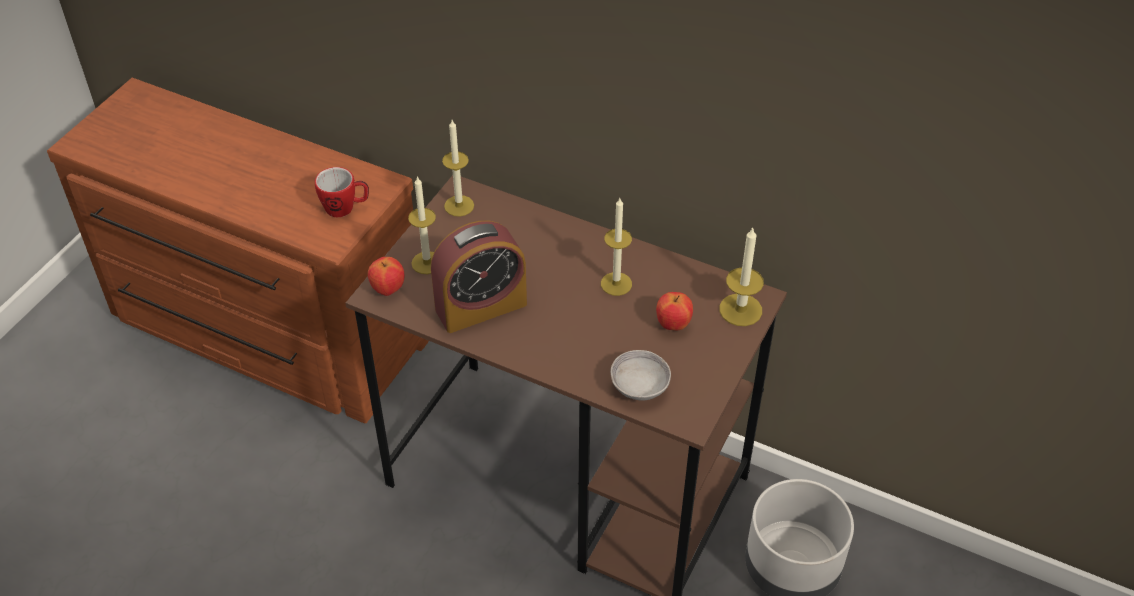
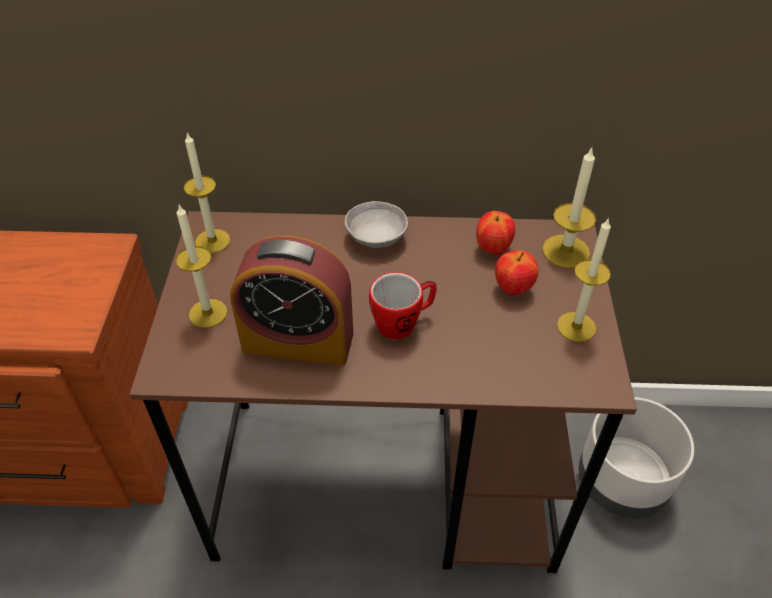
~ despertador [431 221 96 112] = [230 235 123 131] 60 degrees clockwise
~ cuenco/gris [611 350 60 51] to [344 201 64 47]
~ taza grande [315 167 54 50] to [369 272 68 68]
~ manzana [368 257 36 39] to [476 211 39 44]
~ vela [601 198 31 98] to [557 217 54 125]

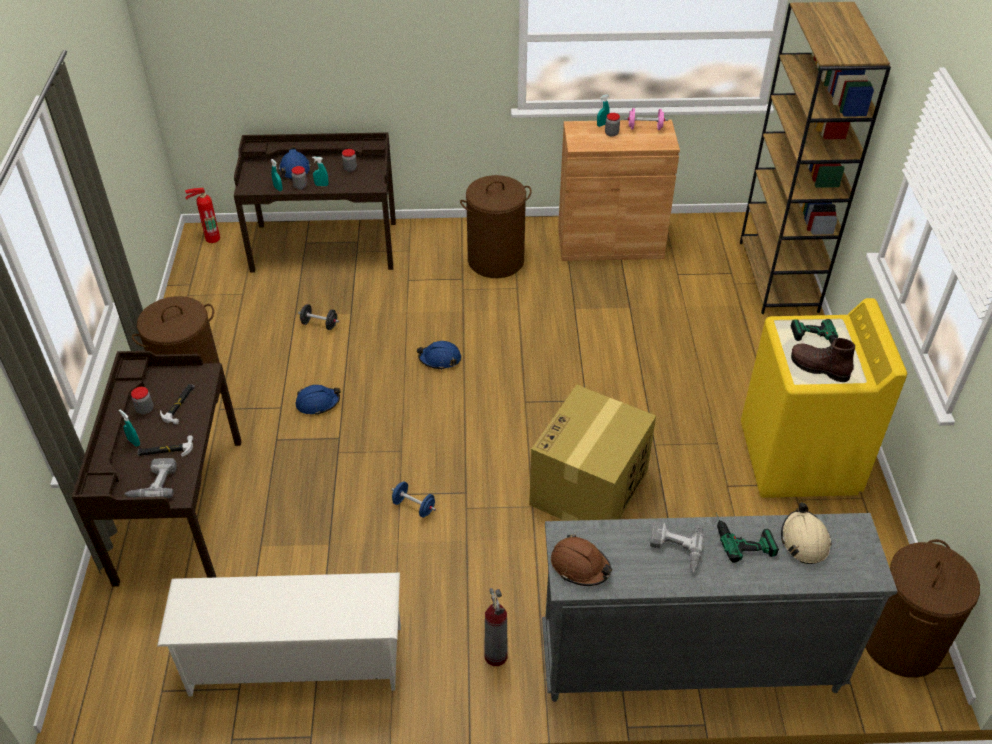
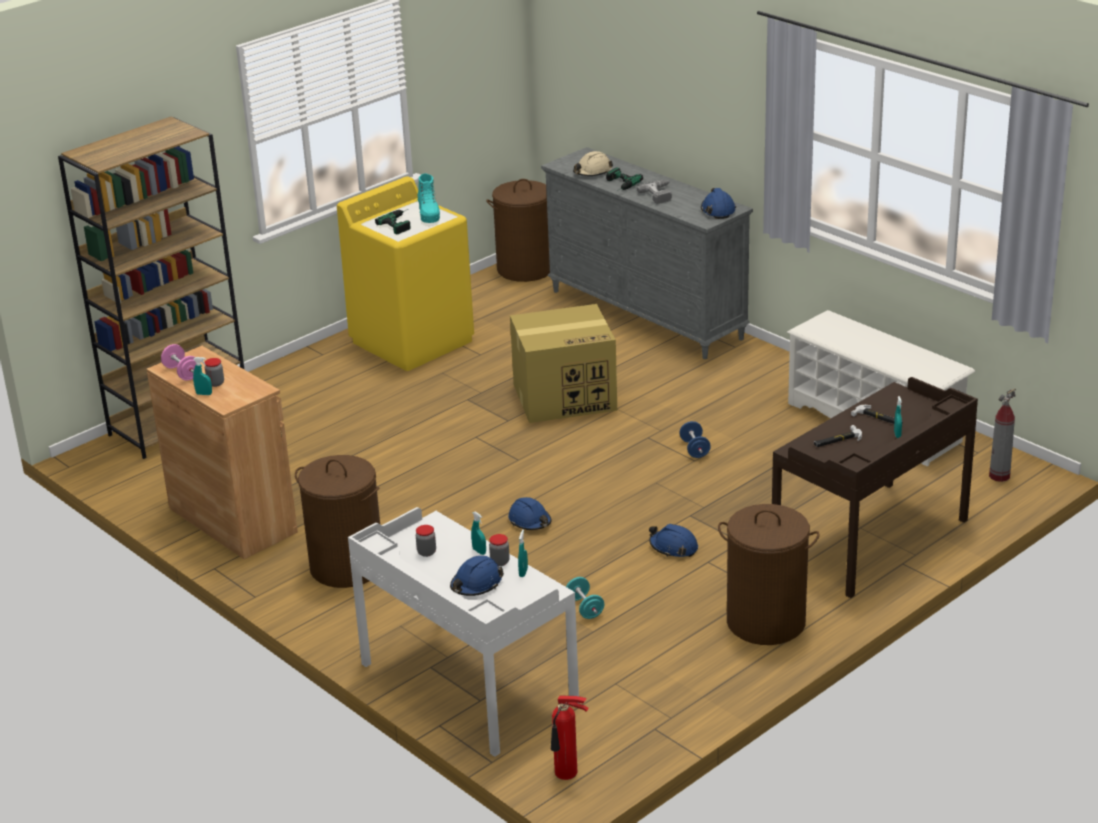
~ escritorio/marrón [234 132 162 141] to escritorio/blanco [348 507 231 250]
~ bota/marrón [791 338 64 44] to bota/turquesa [417 173 23 50]
~ mancuerna/negro [298 304 41 26] to mancuerna/turquesa [566 577 38 42]
~ casco/marrón [551 535 61 51] to casco/azul [701 188 35 31]
~ extintor [484 588 24 78] to [989 389 27 93]
- taladro [125 458 52 40]
- tarro [131 387 22 28]

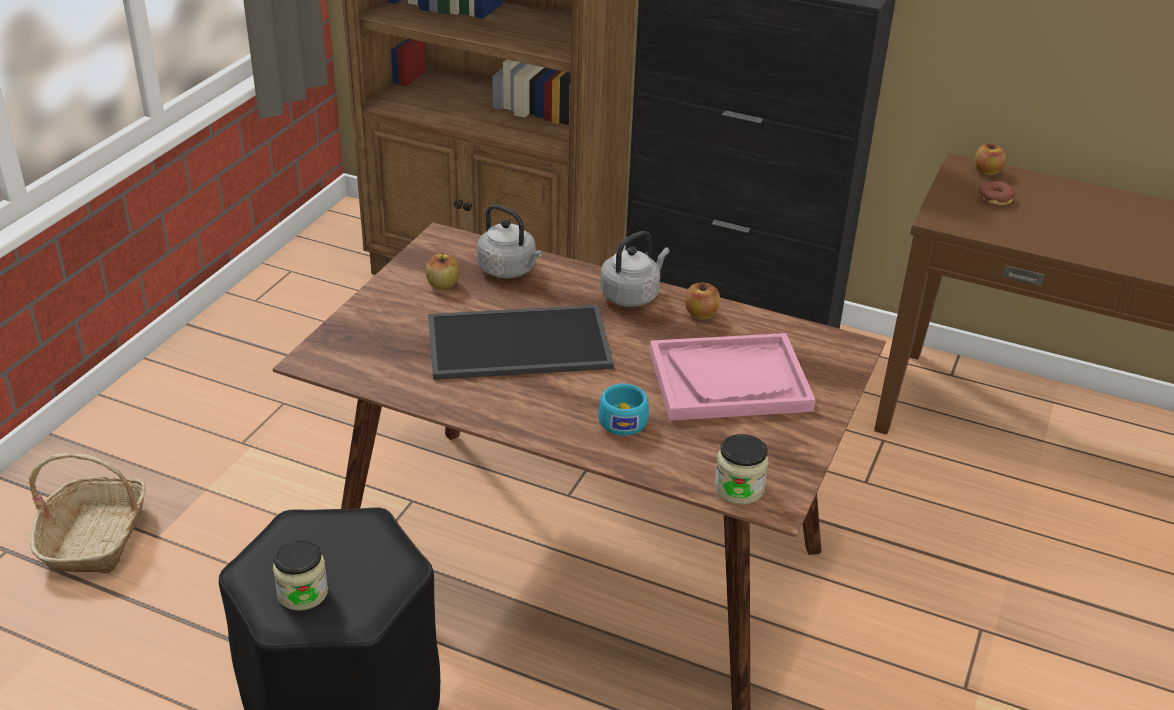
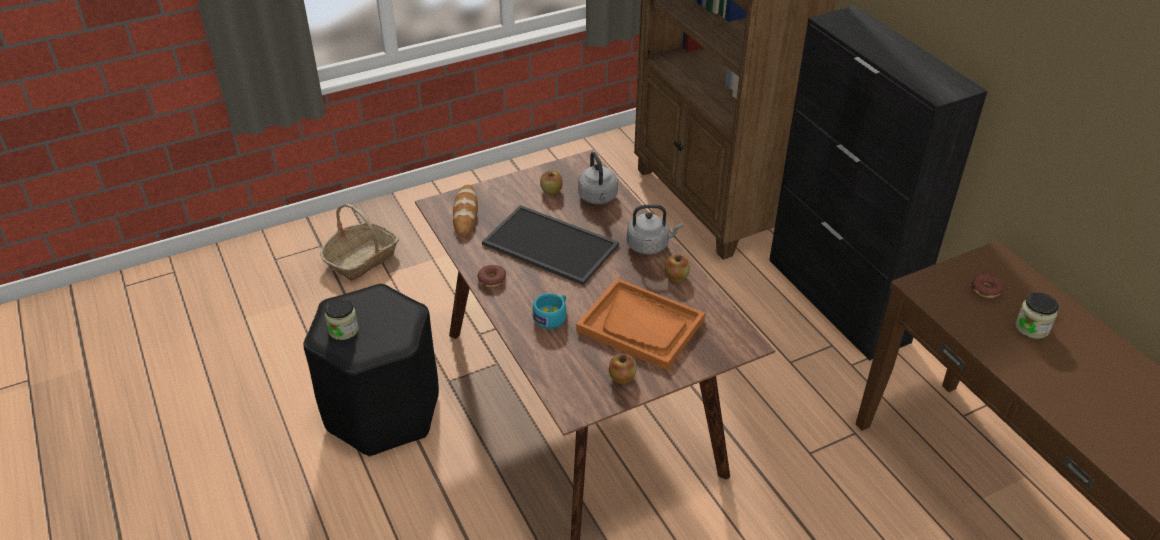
+ pan [453 185 25 53]
+ rosquilla [477 265 29 22]
~ bandeja/rosa [650 333 166 88] to bandeja/naranja [576 278 129 92]
~ manzana [975 143 31 32] to [609 354 28 30]
~ tarro [714 434 54 71] to [1015 292 44 47]

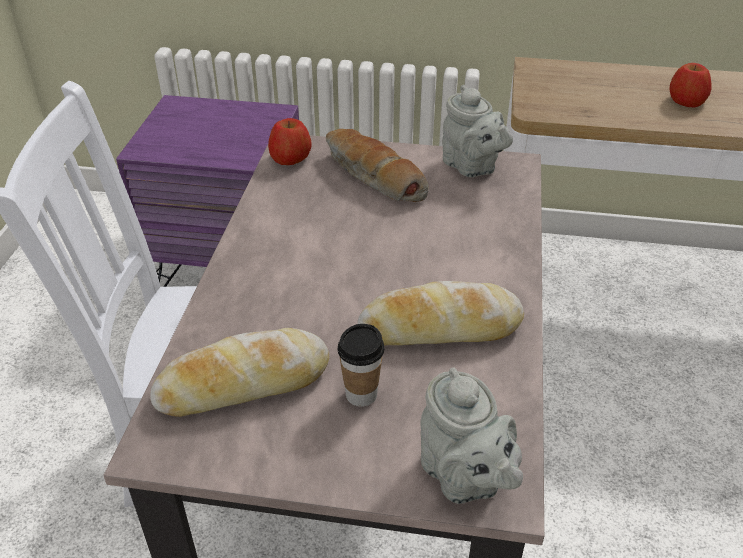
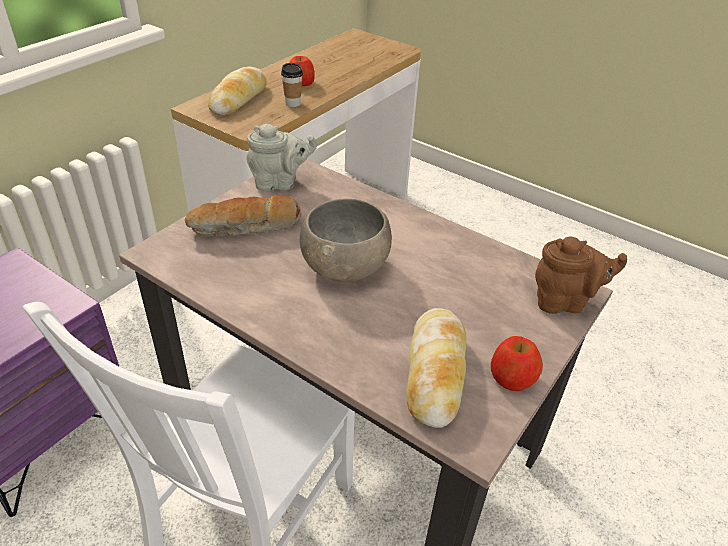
~ pan [357 281 167 64] to [208 67 59 48]
~ taza [338 324 46 83] to [281 63 22 44]
+ cuenco/gris [300 199 92 83]
~ manzana [268 118 44 47] to [491 336 52 55]
~ tetera/gris [420 368 103 136] to tetera/marrón [535 237 92 77]

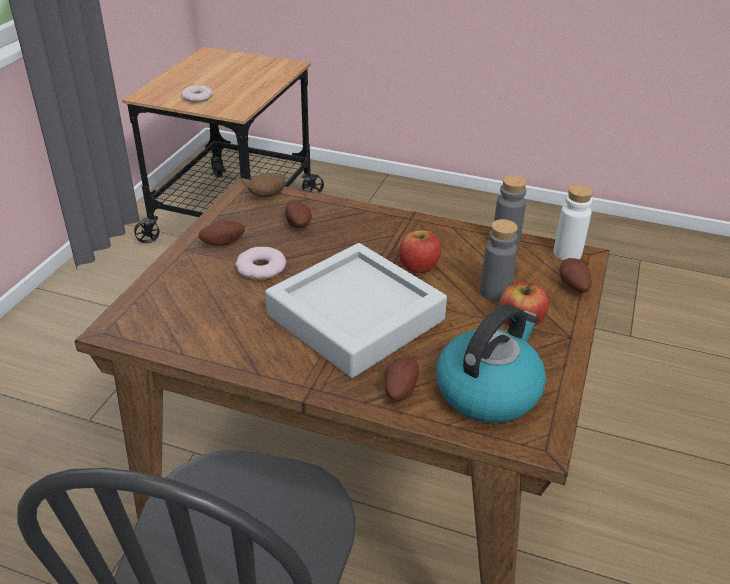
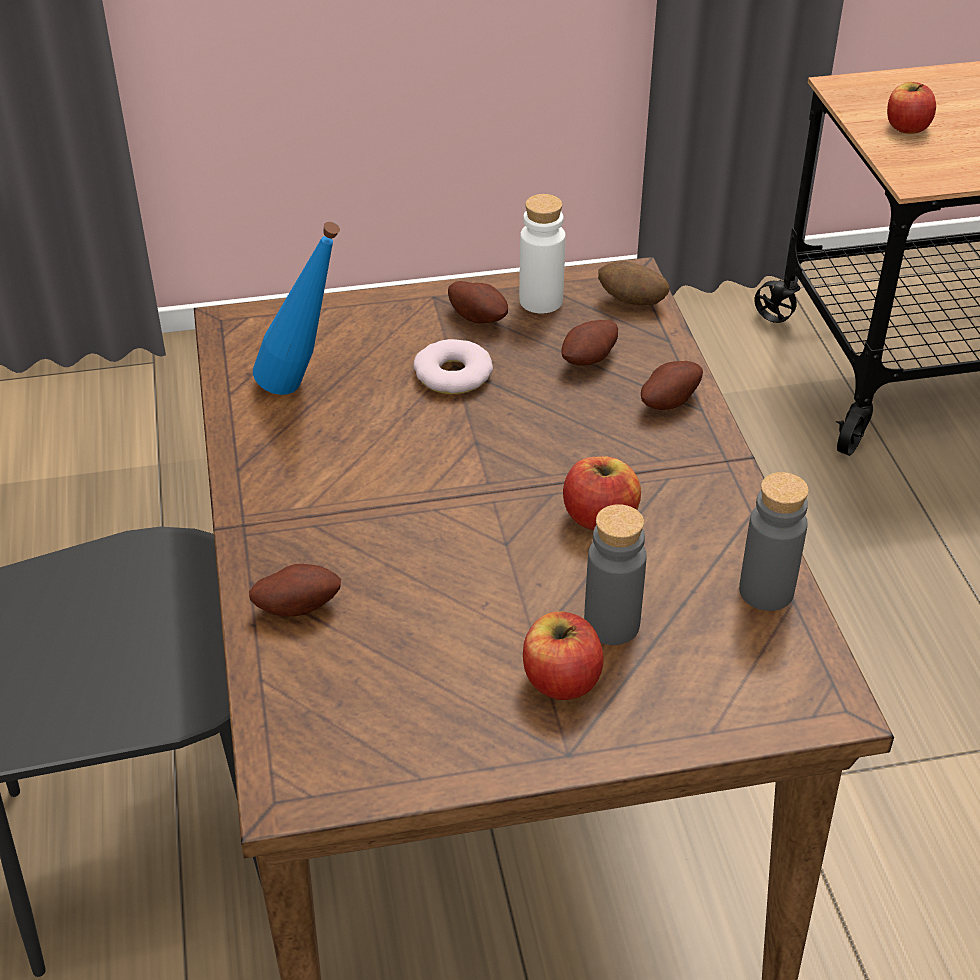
+ botella/azul [253 222 87 173]
~ botella/blanco [553 184 40 76] to [519 194 47 120]
~ patata [559 258 33 35] to [641 361 62 49]
~ rosquilla [181 85 32 18] to manzana [887 82 49 52]
- bandeja/gris [265 243 182 135]
- hervidor [436 304 110 119]

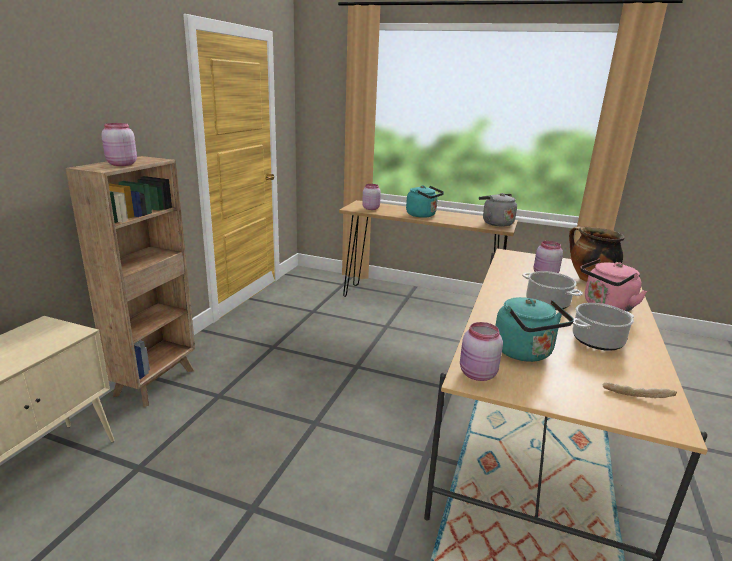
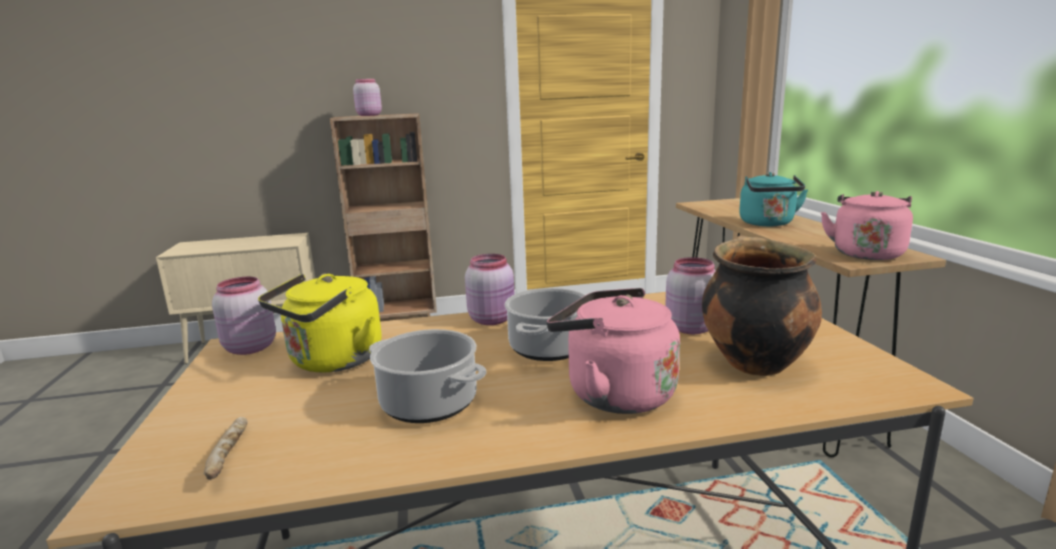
~ hervidor/turquesa [495 297 79 65] to hervidor/amarillo [258 273 124 99]
~ tarro/rosa [362 184 19 26] to [465 254 50 71]
~ hervidor/gris [479 193 38 34] to hervidor/rosa [821 191 92 69]

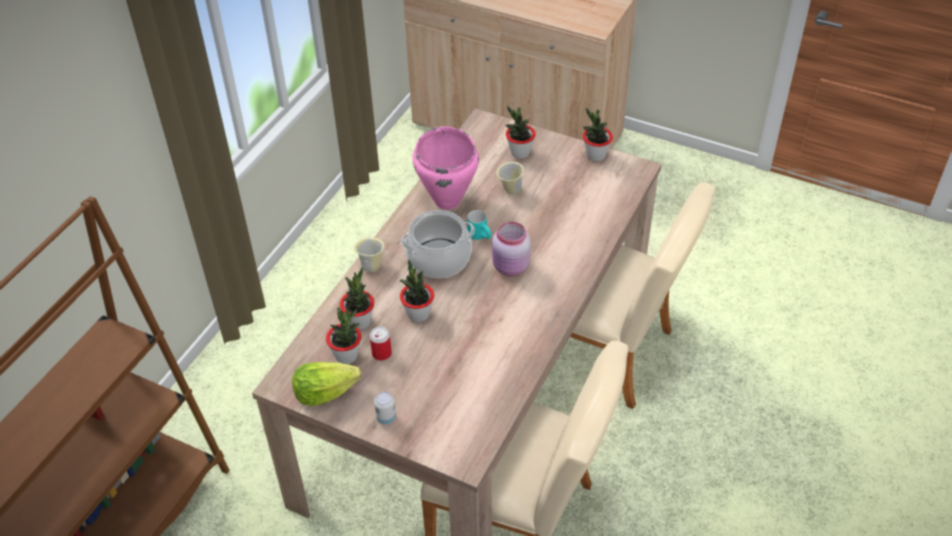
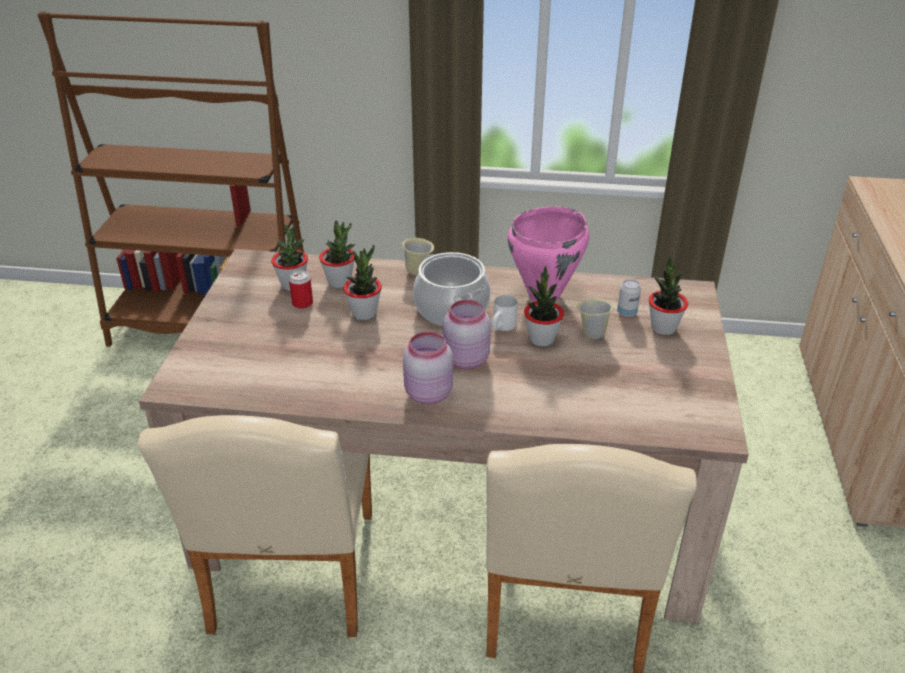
+ tarro/rosa [403 332 50 73]
~ taza grande/turquesa [467 210 24 30] to taza grande/blanco [492 295 26 36]
~ planta en maceta [583 108 30 54] to [524 266 40 81]
~ lata [374 391 22 34] to [617 279 24 38]
- lechuga [292 362 69 44]

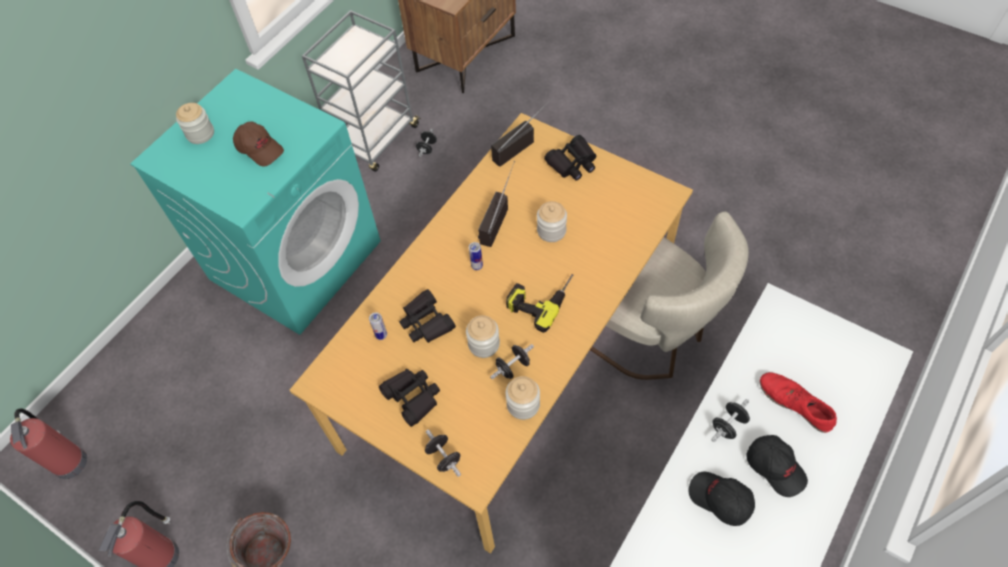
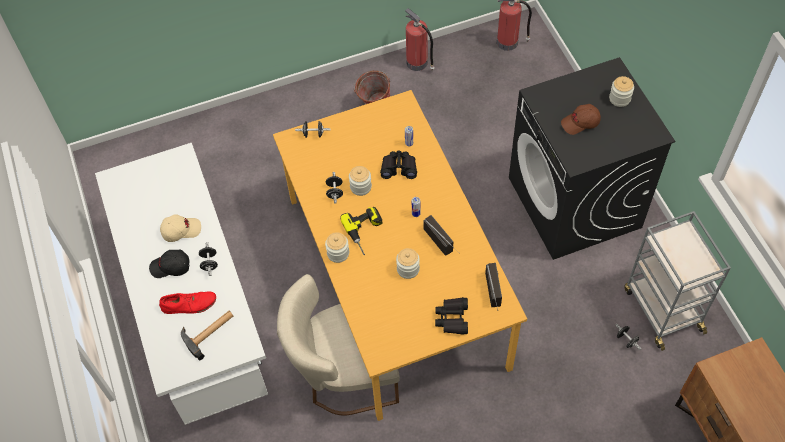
~ gorra/negro [689 472 66 54] to gorra/beis [160 214 41 28]
+ martillo [181 311 52 49]
~ tarro [506 376 34 44] to [325 232 24 31]
~ lavadora/turquesa [130 69 251 266] to lavadora/negro [509 57 166 203]
- prismáticos/negro [379 369 61 58]

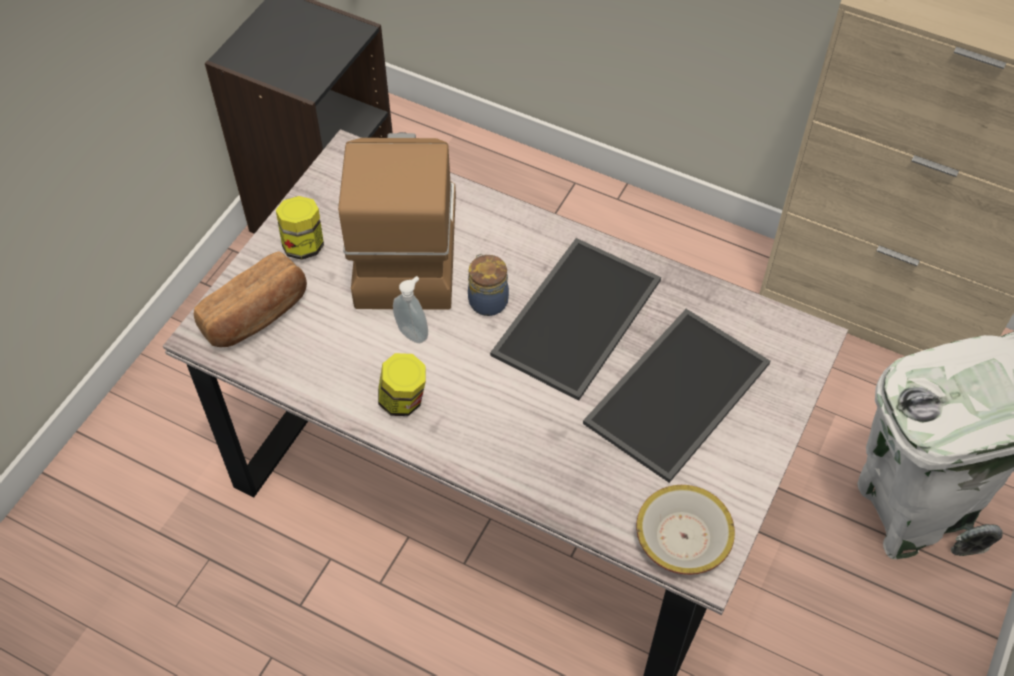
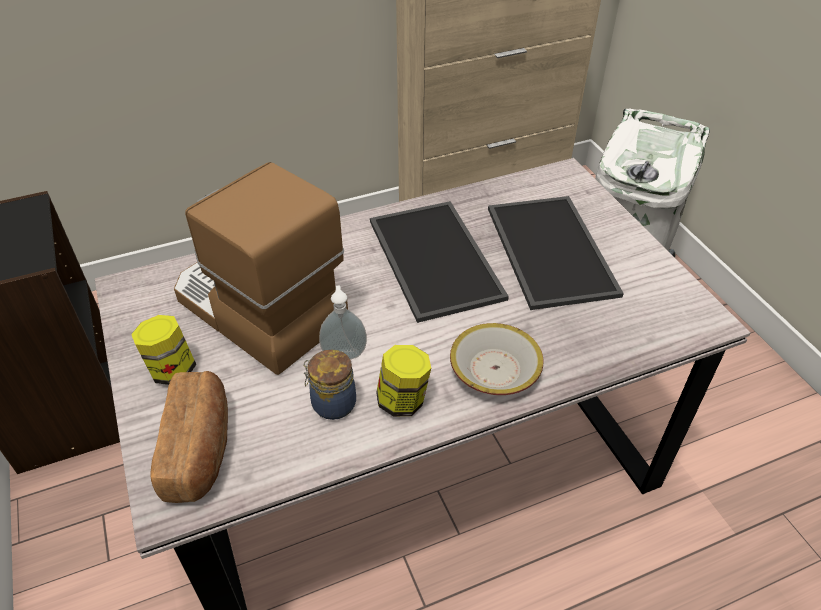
~ tarro [468 253 41 63] to [303 349 53 71]
~ cuenco [636 485 99 90] to [450 323 93 72]

